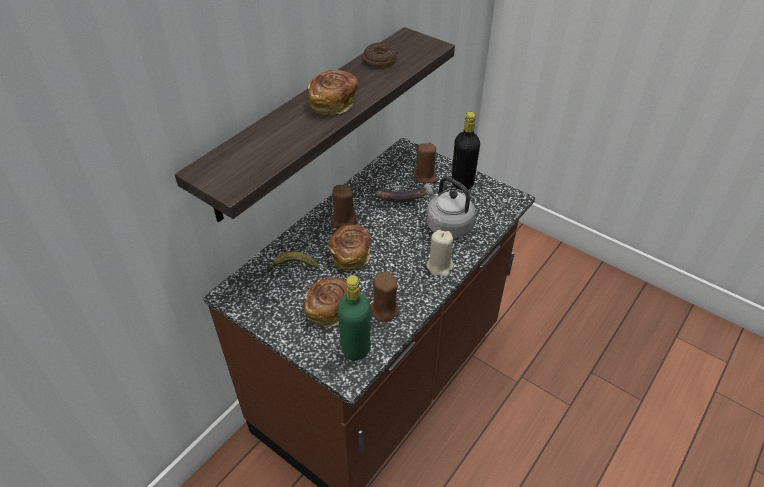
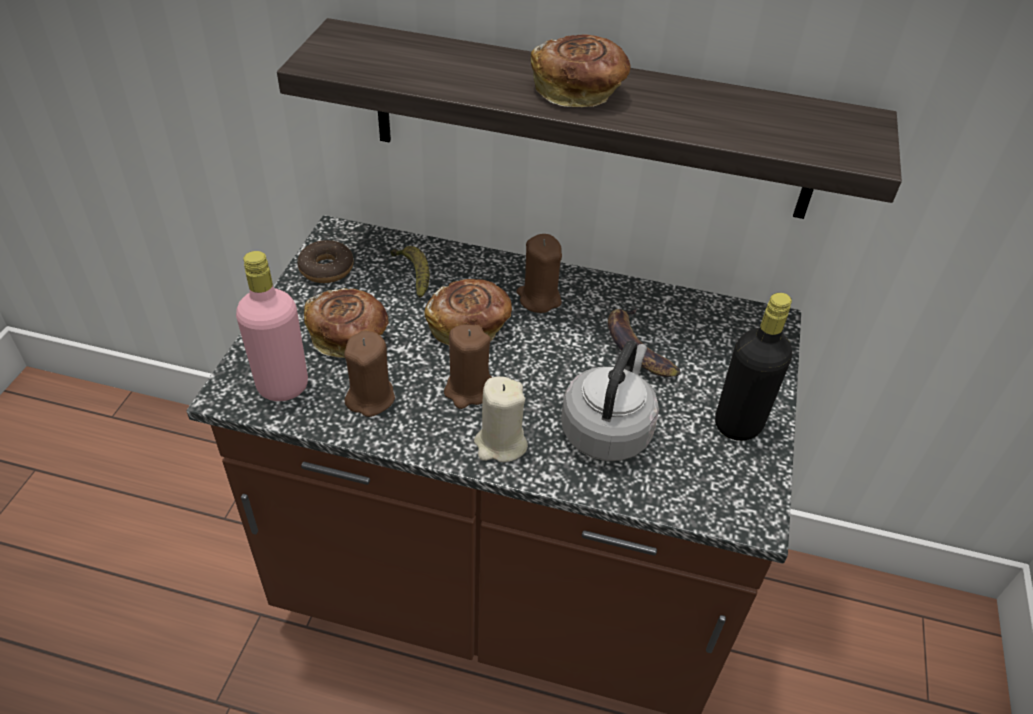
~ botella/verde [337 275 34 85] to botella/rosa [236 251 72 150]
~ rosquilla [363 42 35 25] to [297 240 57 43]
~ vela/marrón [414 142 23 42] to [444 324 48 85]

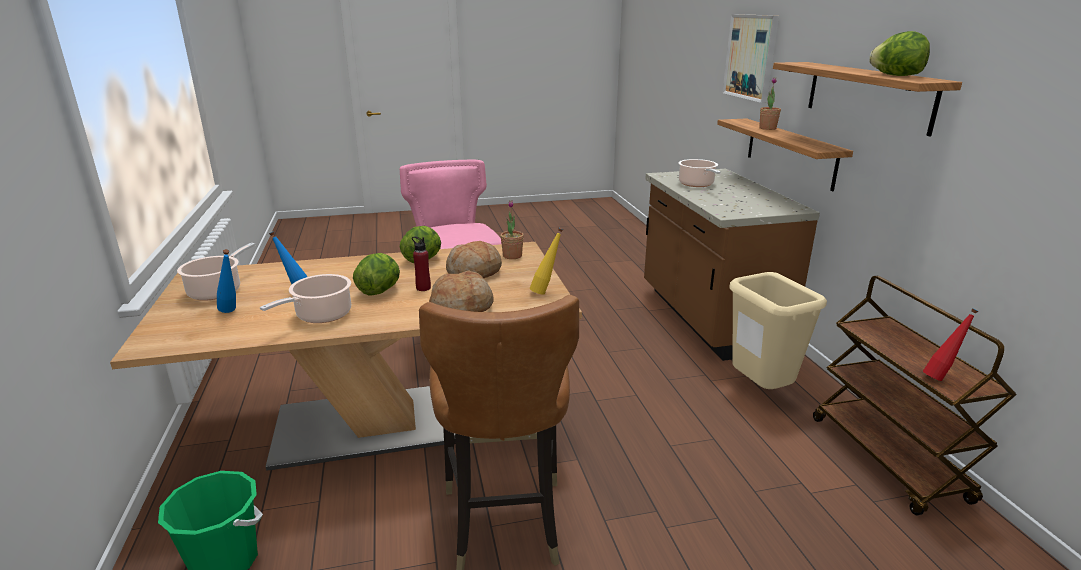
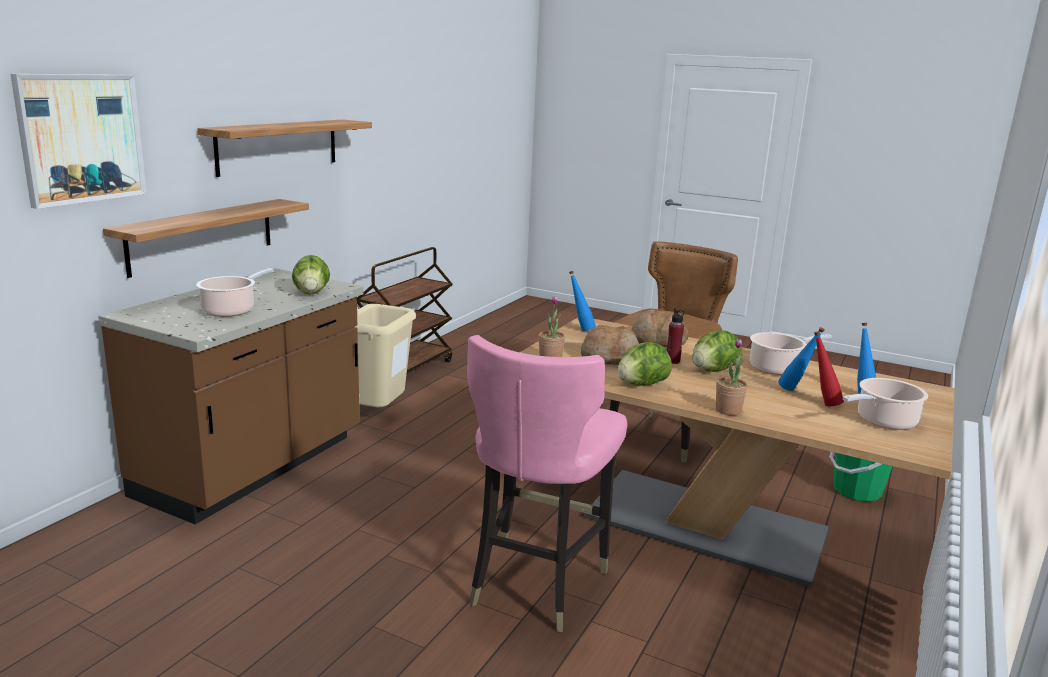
~ lechuga [869 31 61 45] to [292 255 38 40]
~ botella/amarillo [529 228 34 67] to botella/azul [569 271 27 60]
~ planta en maceta [759 78 22 52] to [716 339 32 76]
~ botella/rojo [923 308 55 73] to [814 331 30 75]

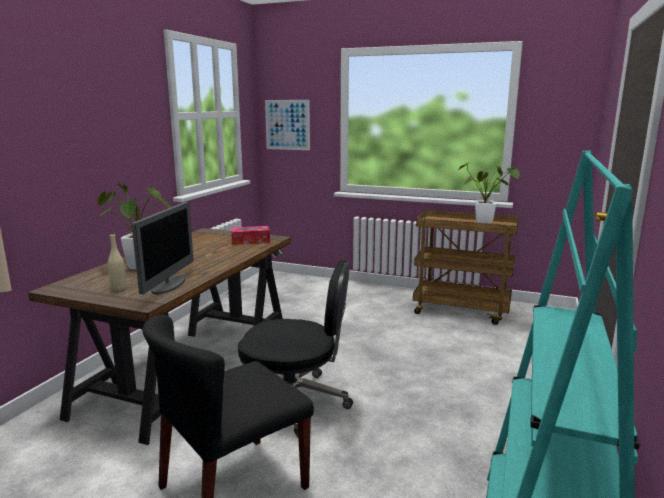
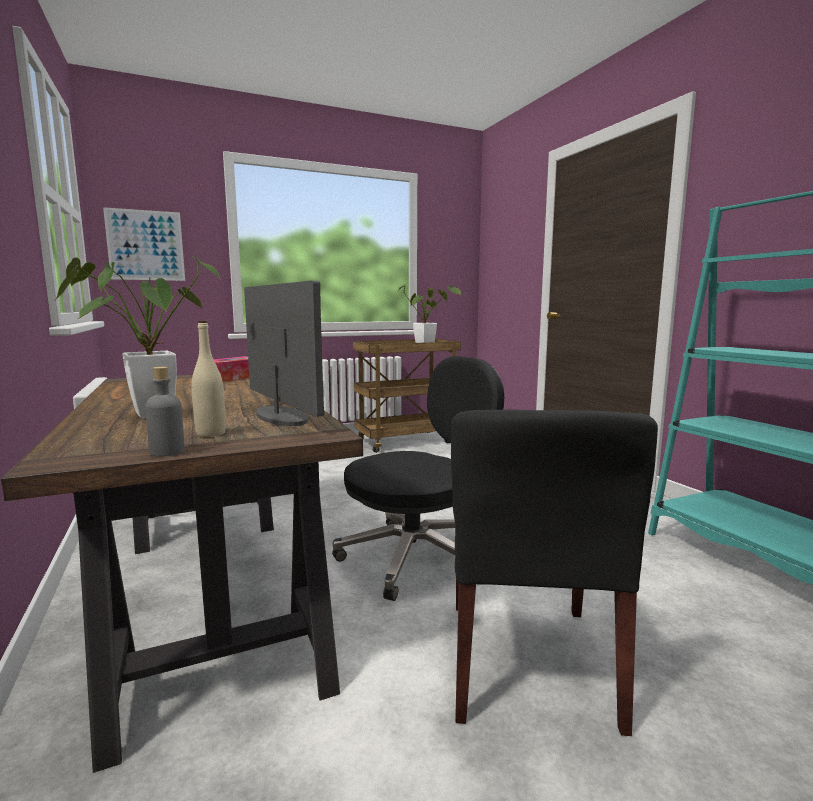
+ botella/gris [145 367 40 90]

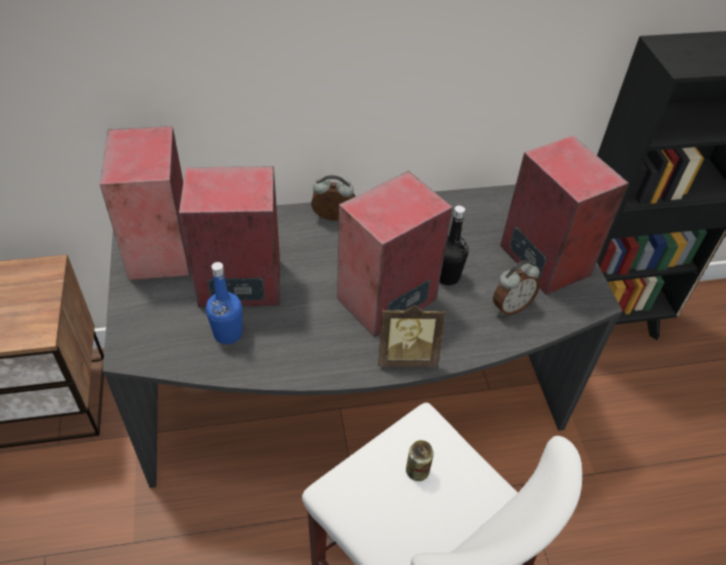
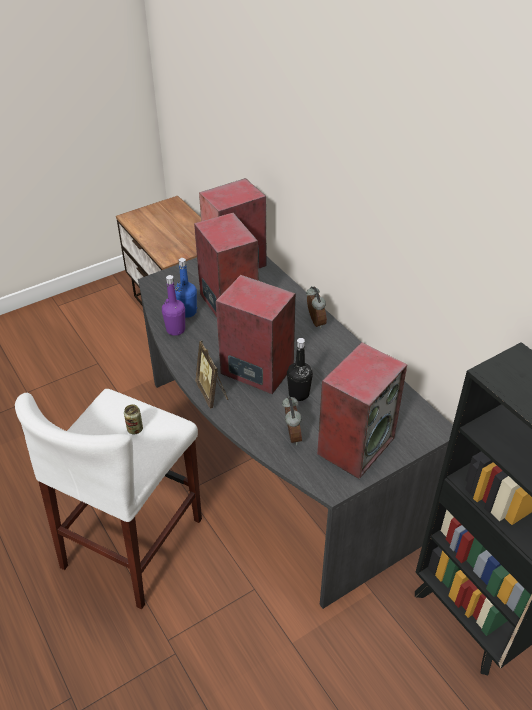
+ botella/morado [162 275 23 61]
~ despertador [493 260 47 55] = [282 396 20 49] 135 degrees counterclockwise

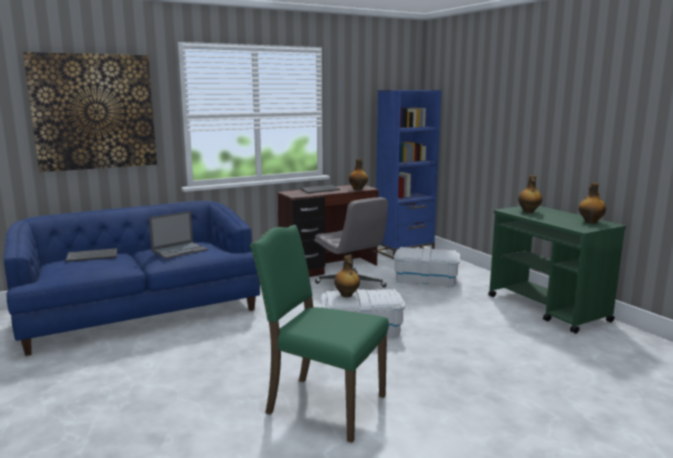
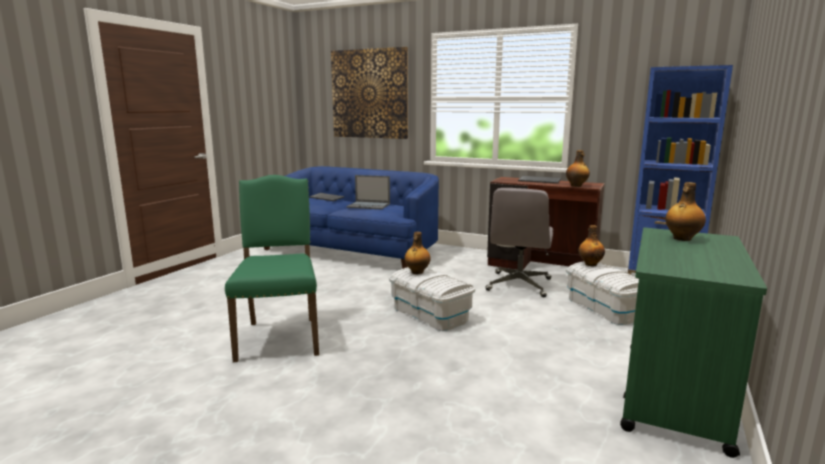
~ botella [579 183 27 40] to [578 225 27 41]

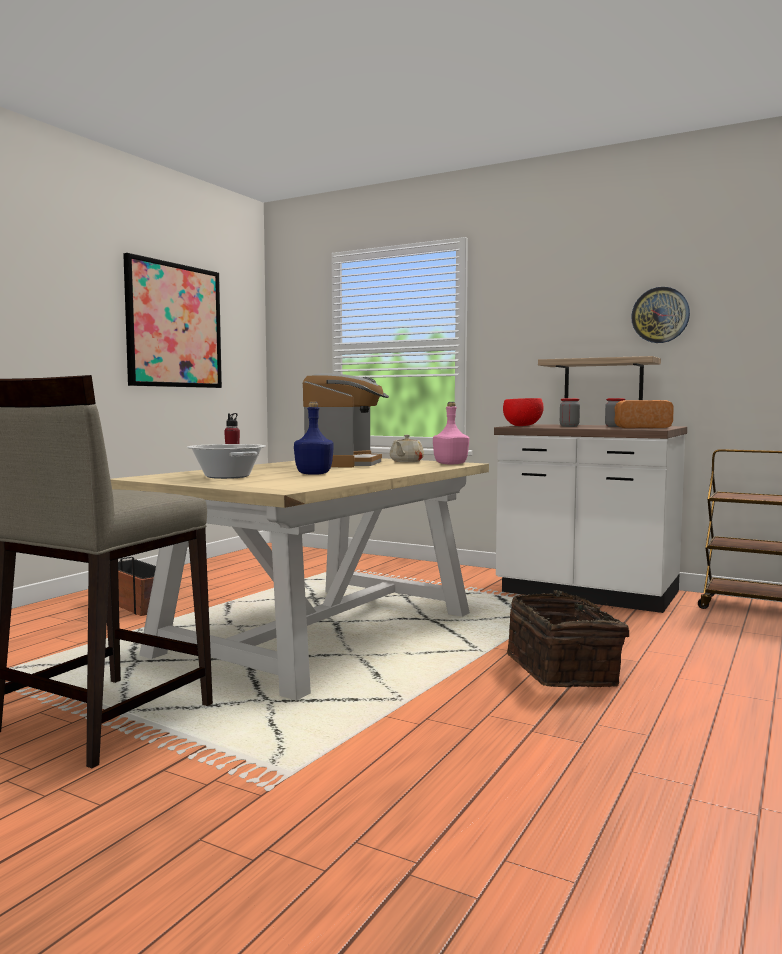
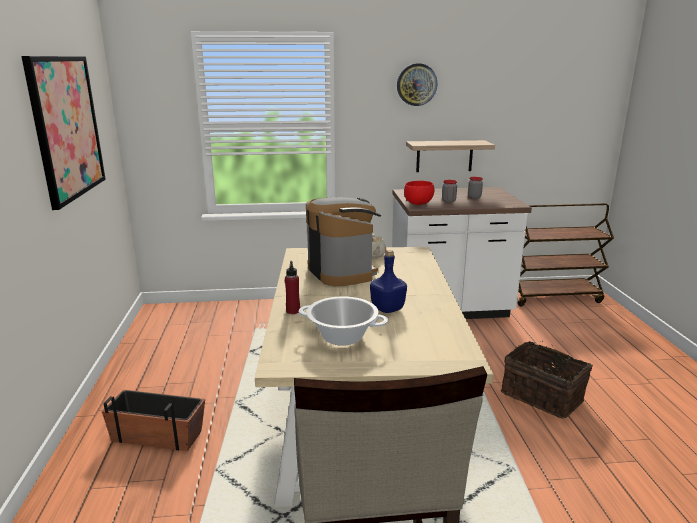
~ reloj de pared [631 287 59 56] to [397 63 40 43]
- botella/rosa [433 402 36 63]
- pan [614 400 60 28]

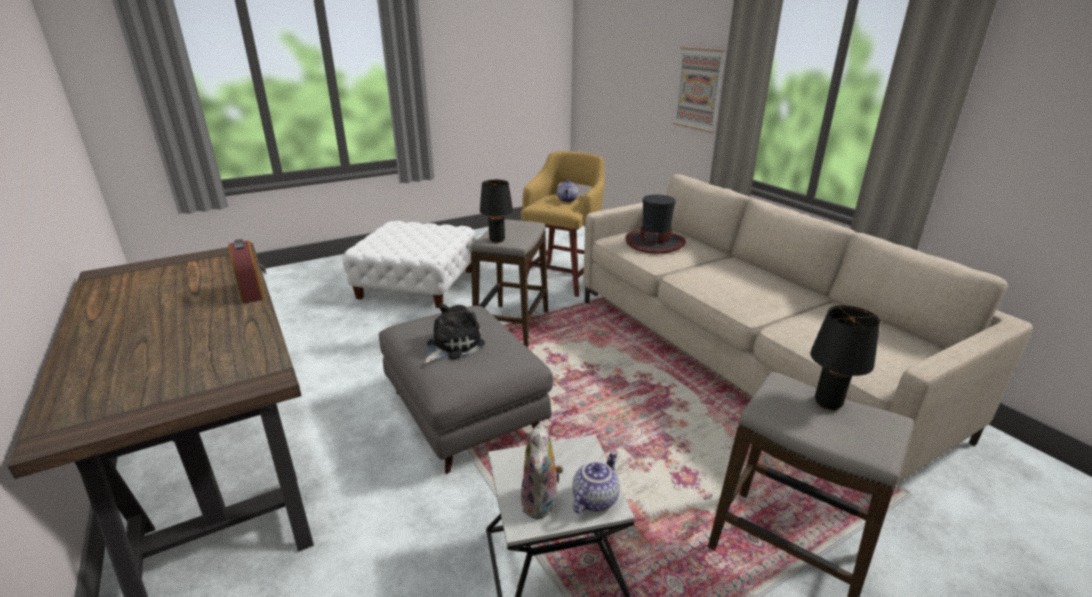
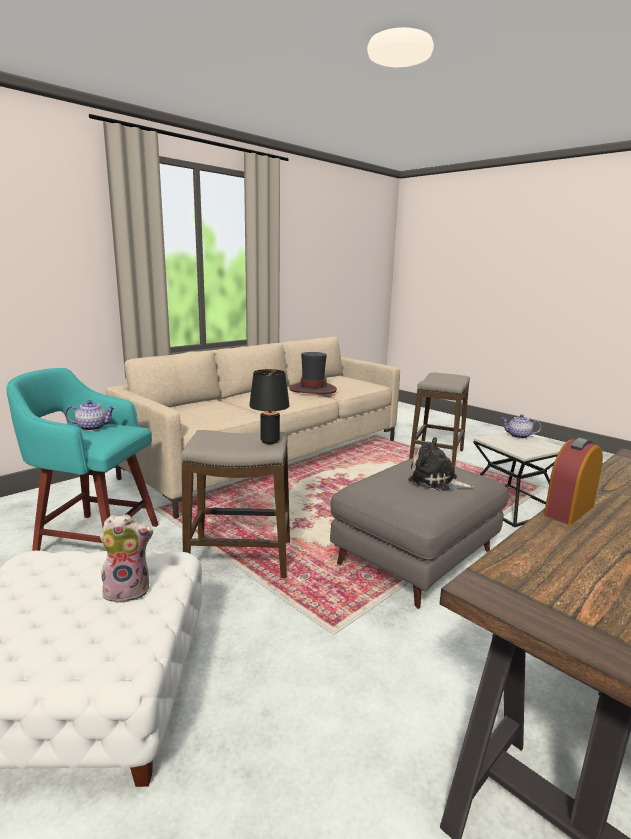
~ taburete/amarillo [521 151 84 146] to taburete/turquesa [6 368 153 183]
~ peluche [521 424 43 95] to [100 514 53 89]
~ sombrero [625 195 61 59] to [289 352 48 42]
- cuadro [673 47 53 86]
- lámpara de mesa/negro [810 306 70 104]

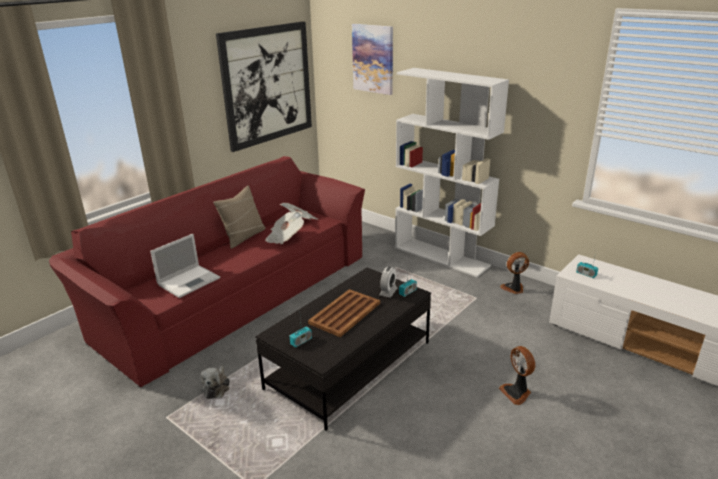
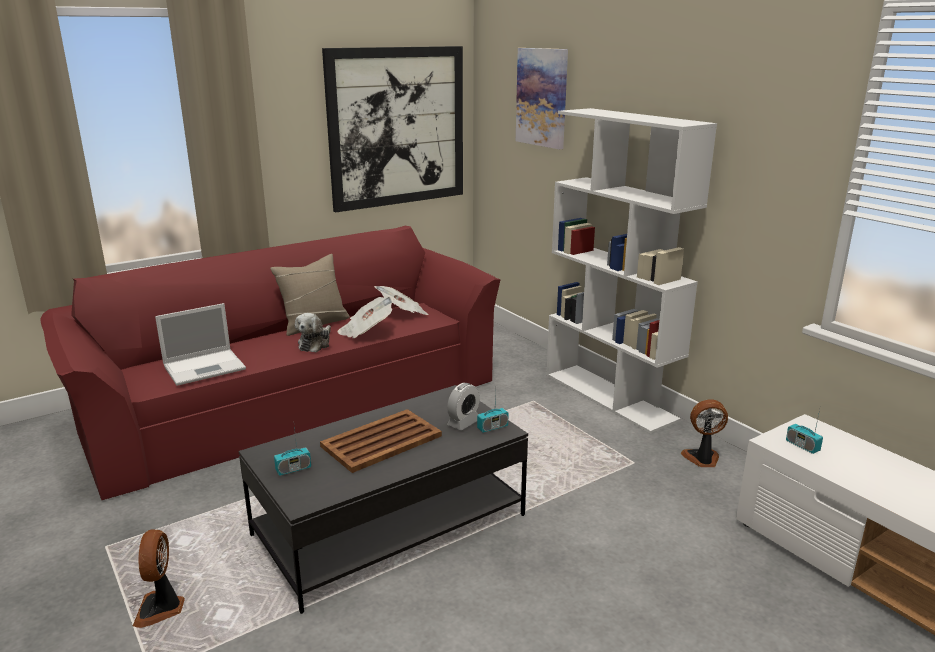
~ ventilador [499 346 36 59] to [133 529 52 99]
~ peluche [200 366 29 33] to [295 313 36 39]

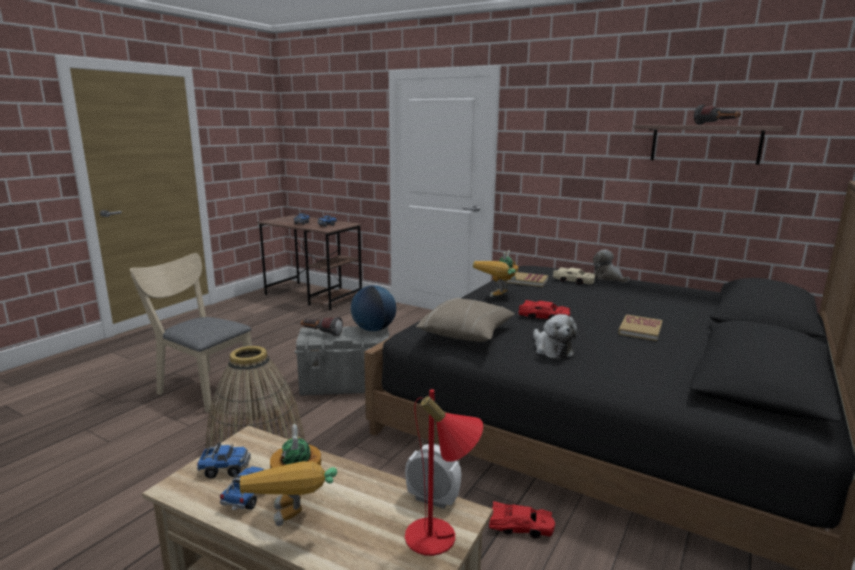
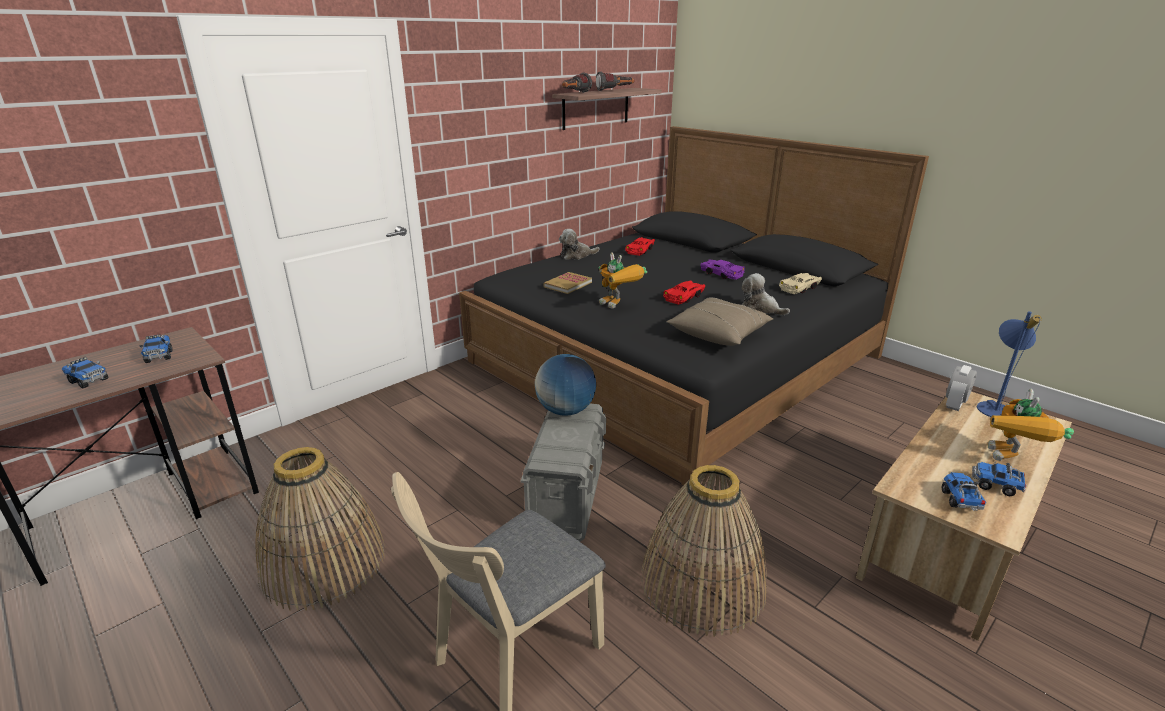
+ cesta [255 447 130 164]
~ linterna [301 317 42 20] to [562 72 30 21]
~ coche de juguete/rojo [489 501 66 38] to [625 237 30 19]
~ libro [618 315 45 26] to coche de juguete/morado [700 259 45 21]
~ peluche [533 314 44 45] = [741 273 49 42] 135 degrees counterclockwise
~ coche de juguete/beis [552 267 44 18] to [779 273 43 21]
~ lámpara de mesa/rojo [405 389 78 167] to lámpara de mesa/azul [977 311 65 106]
~ robot de juguete [240 424 97 102] = [988 389 86 72] 105 degrees clockwise

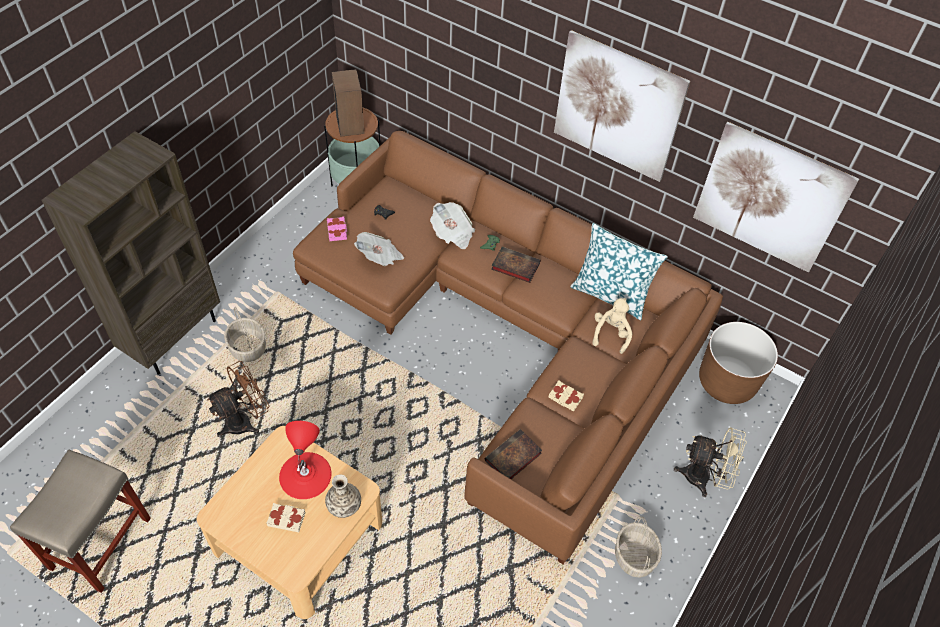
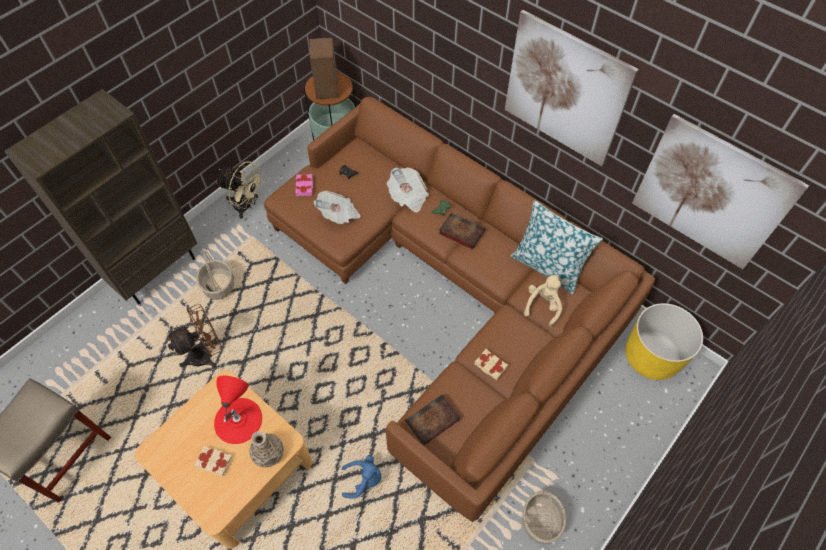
~ ventilador/beis [674 427 73 70] to [216 161 48 58]
+ peluche/azul [341 455 40 43]
~ maceta/marrón [699 322 79 82] to maceta/amarillo [625 303 78 77]

